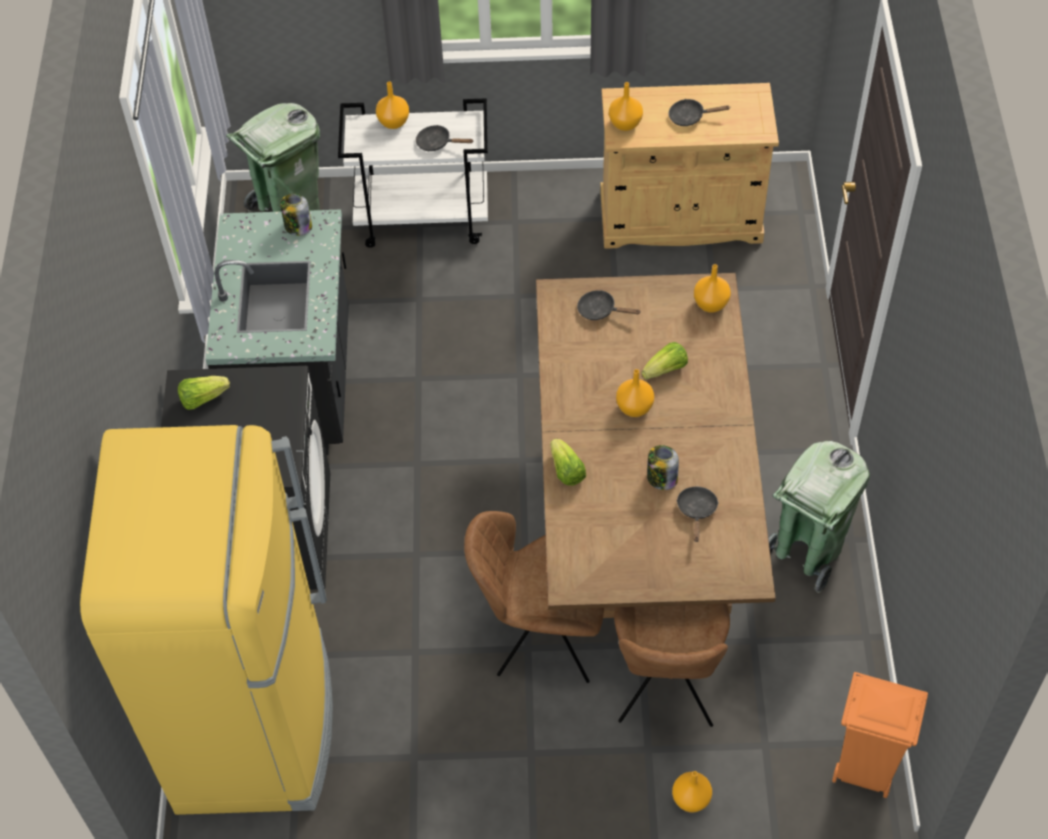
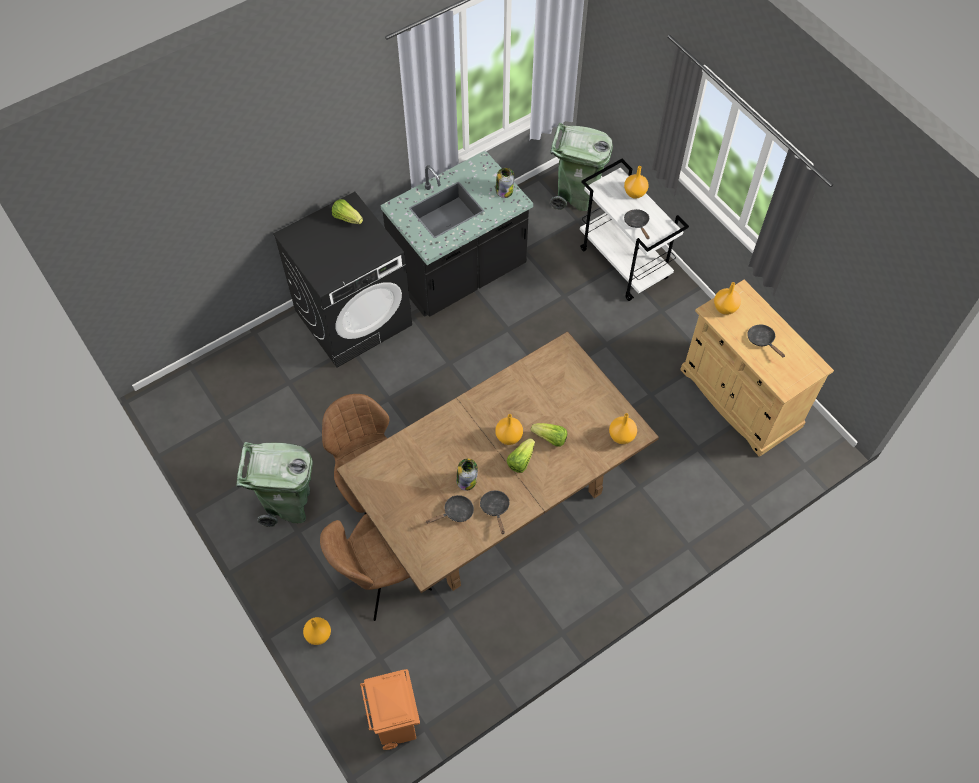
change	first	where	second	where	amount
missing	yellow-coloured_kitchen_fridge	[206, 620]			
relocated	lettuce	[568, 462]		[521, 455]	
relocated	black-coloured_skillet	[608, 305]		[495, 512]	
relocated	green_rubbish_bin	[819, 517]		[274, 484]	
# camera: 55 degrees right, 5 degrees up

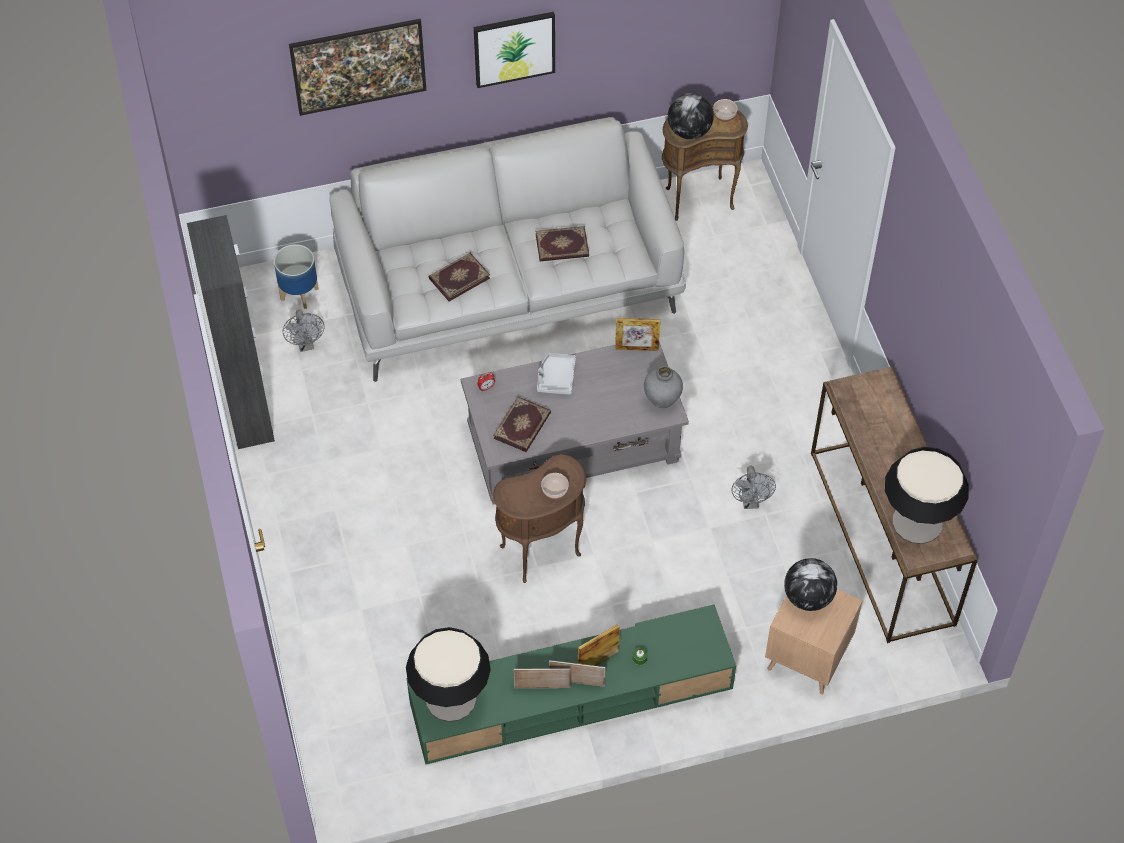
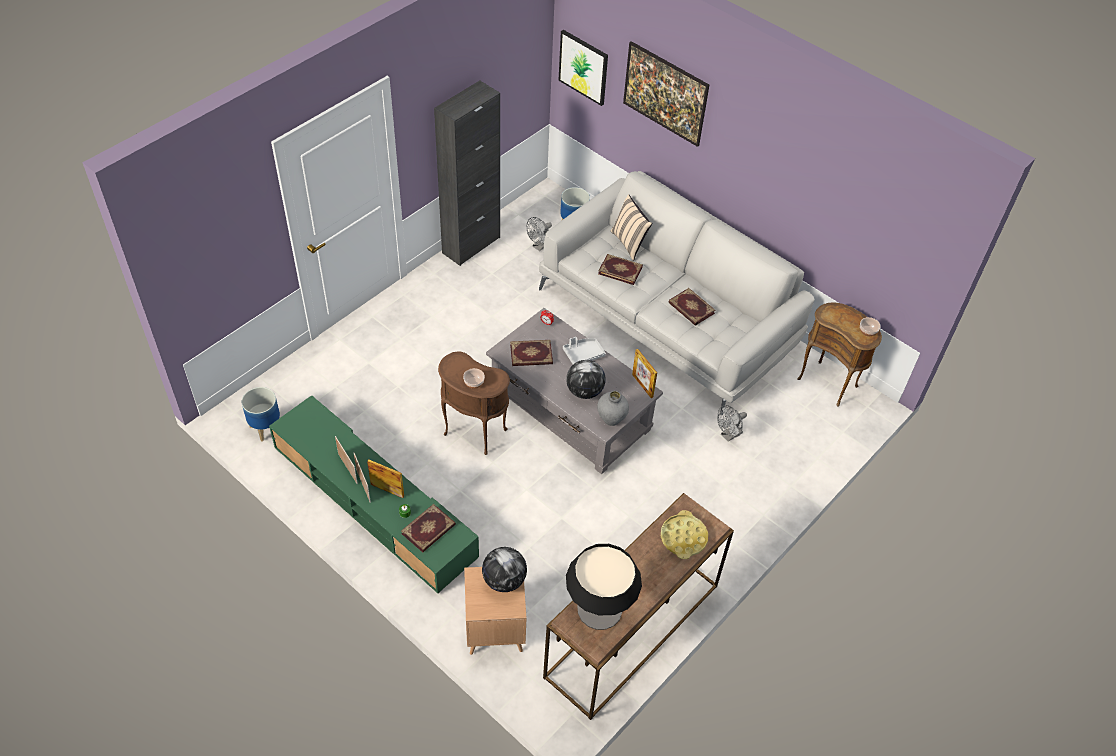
change	first	where	second	where	amount
missing	lamp_for_a_table	[448, 674]			
appeared			flower_pot	[260, 414]	
appeared			book	[428, 528]	
appeared			sand-coloured_pillow	[631, 227]	
appeared			yellow-coloured_carrying_tray	[684, 534]	
relocated	wall_art	[514, 50]		[583, 68]	
relocated	globe	[691, 116]		[586, 379]	
relocated	greyish_fan	[753, 487]		[732, 423]	
# camera: 55 degrees right, 5 degrees down

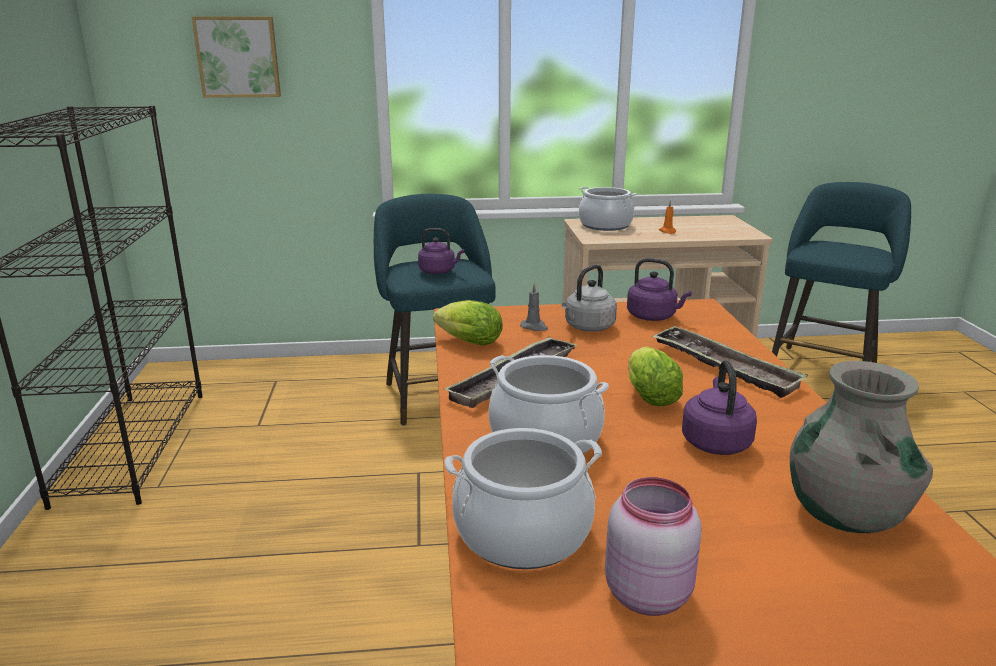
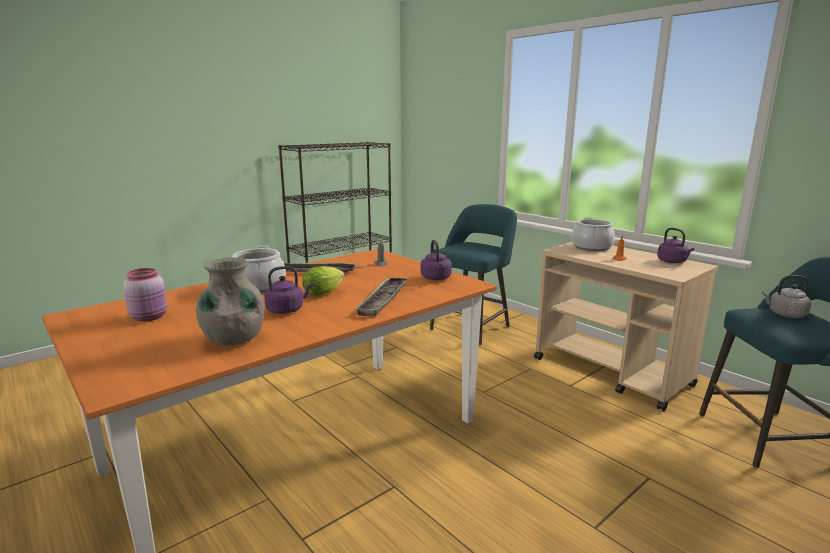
change	first	where	second	where	amount
missing	wall_art	[236, 57]			
missing	lettuce	[468, 323]			
missing	saucepot	[523, 498]			
relocated	purplish_water_kettle	[441, 251]		[675, 245]	
relocated	greyish_water_kettle	[589, 298]		[787, 296]	
# camera: 55 degrees right, 5 degrees down

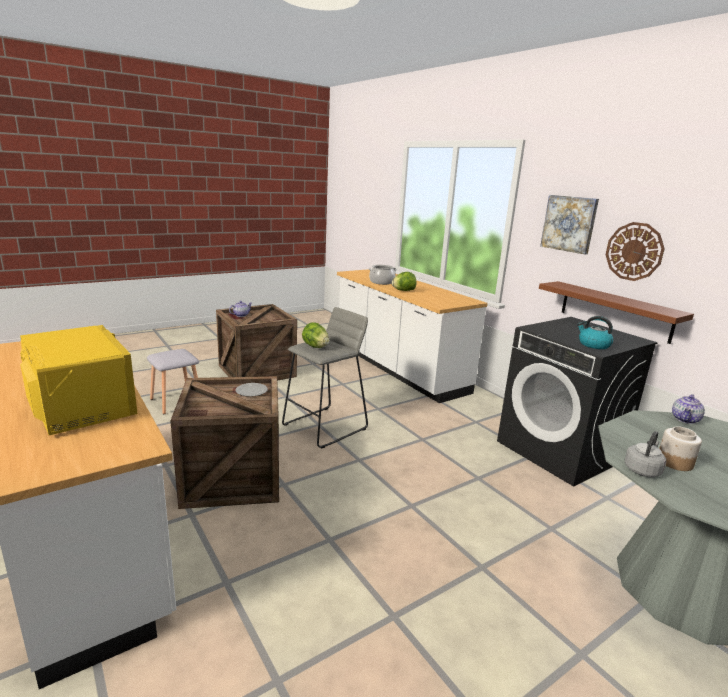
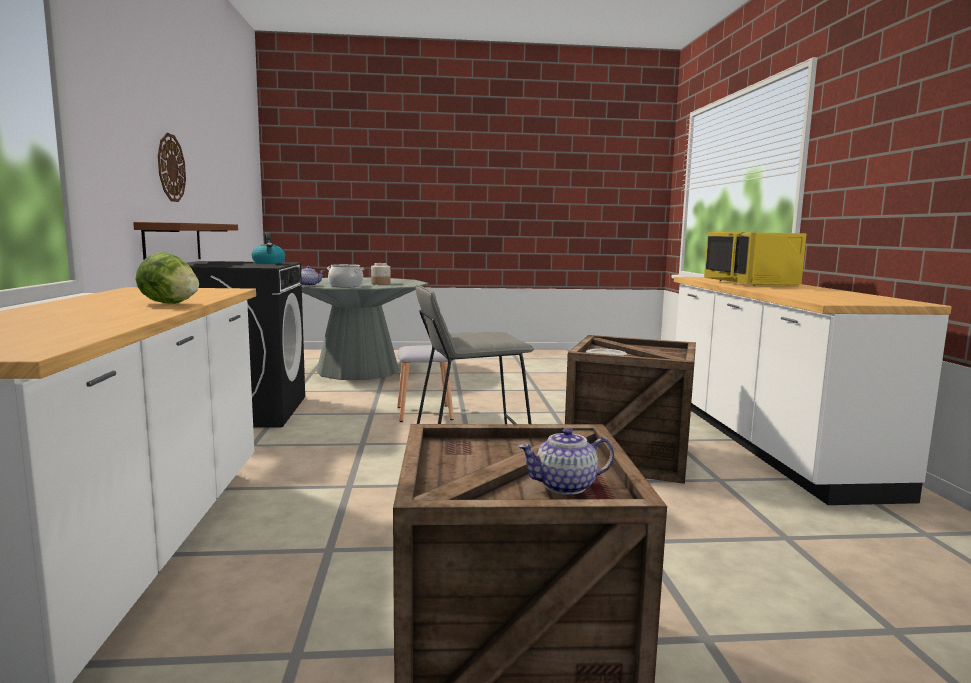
change	first	where	second	where	amount
missing	lettuce	[315, 335]			
missing	wall_art	[569, 224]			
missing	greyish_water_kettle	[645, 454]			
relocated	greyish_stool	[173, 382]		[425, 383]	
relocated	saucepot	[383, 275]		[345, 275]	
# camera: 150 degrees left, 10 degrees down

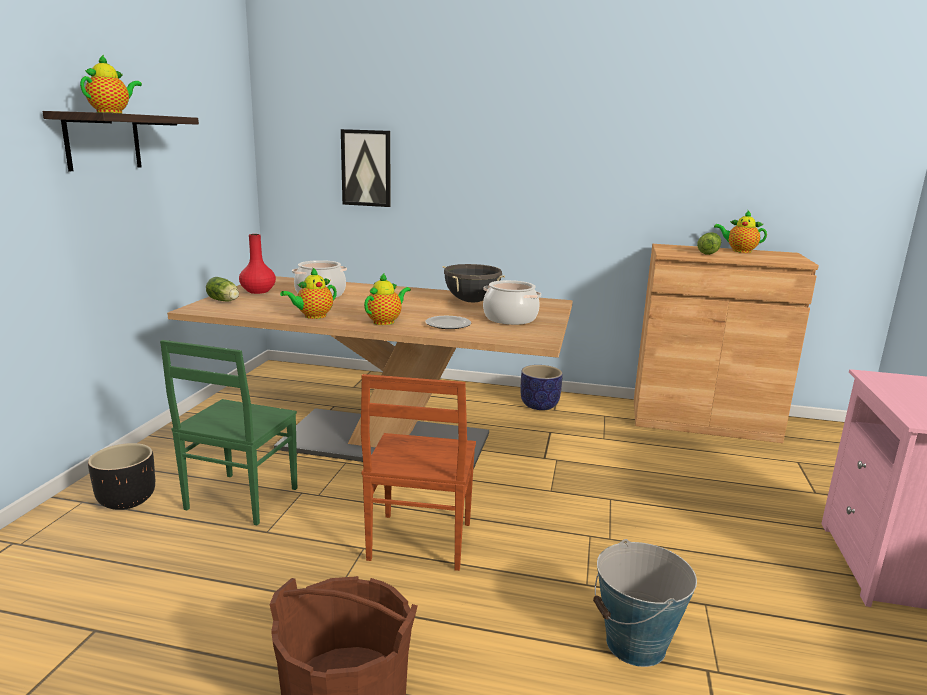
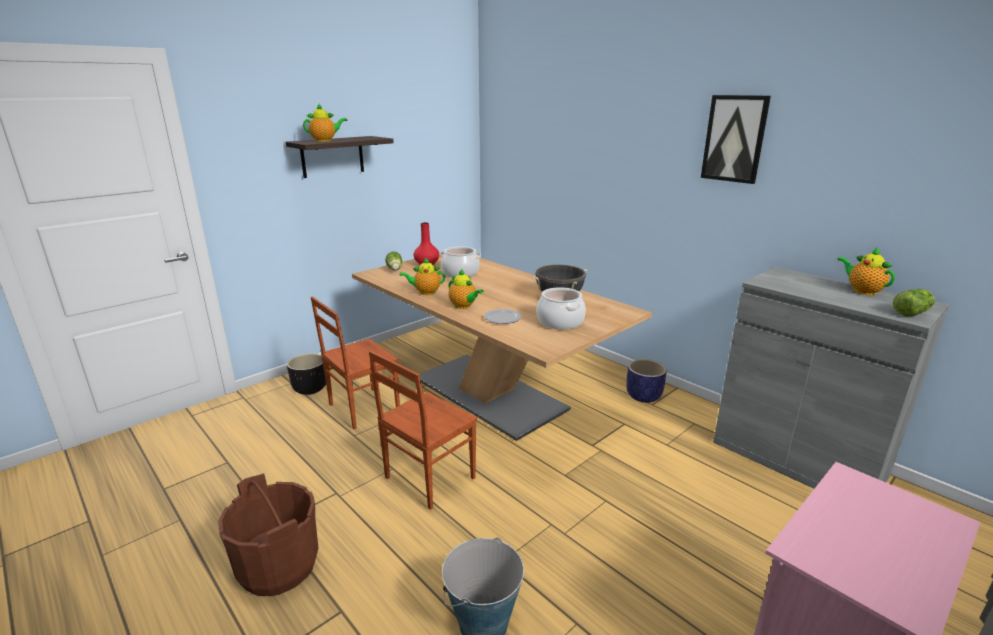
change	first	where	second	where	amount
relocated	wall_art	[365, 168]		[736, 139]	
relocated	lettuce	[709, 243]		[914, 302]	
colour	green_chair	[228, 433]	brownish_chair	[355, 362]	
colour	brownish_cabinet	[726, 343]	greyish_cabinet	[831, 378]	
spun	tea_pot	[387, 298]		[466, 289]	60 degrees clockwise
# camera: 35 degrees right, 5 degrees up

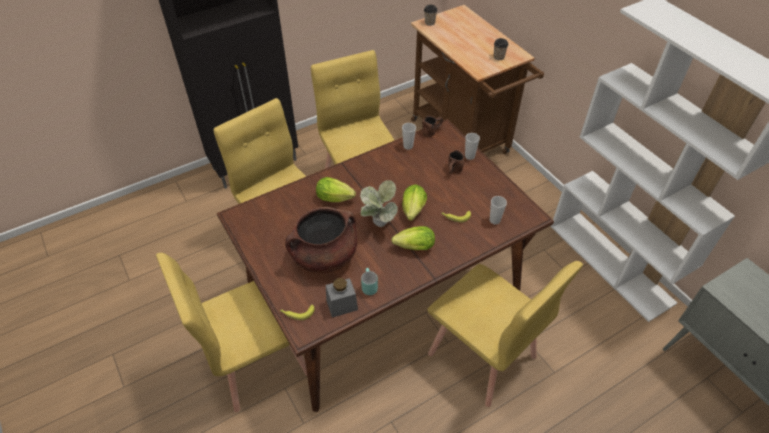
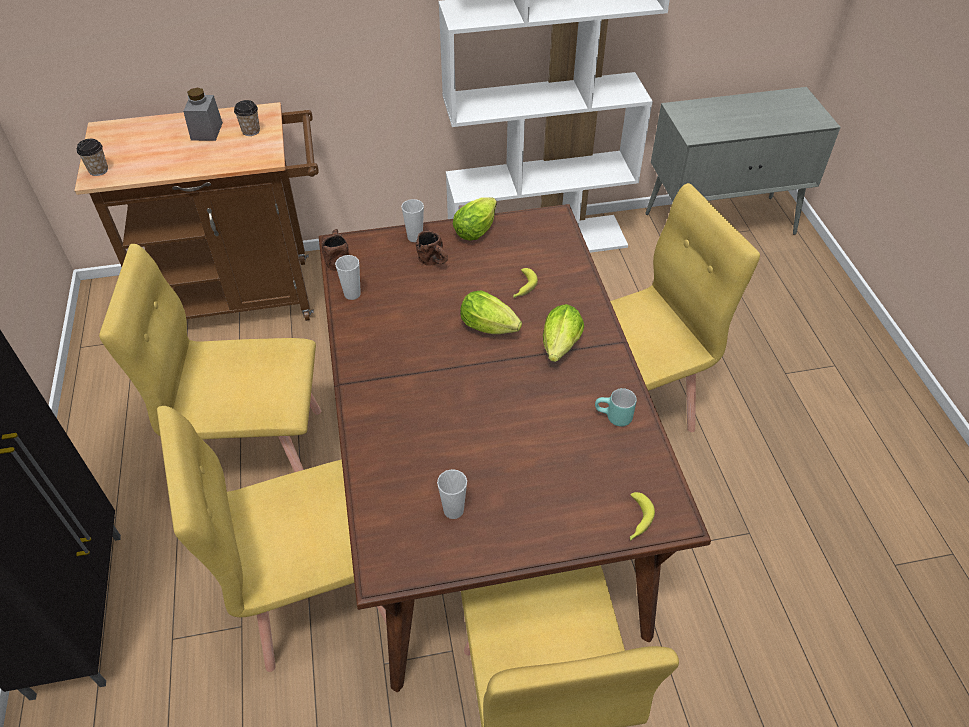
change	first	where	second	where	amount
missing	brownish_saucepot	[321, 240]			
missing	plant_in_a_pot	[379, 203]			
relocated	lettuce	[336, 189]		[475, 218]	
relocated	greyish_preserve_jar	[342, 298]		[203, 114]	
relocated	cup	[498, 210]		[452, 494]	
# camera: 70 degrees left, 0 degrees up

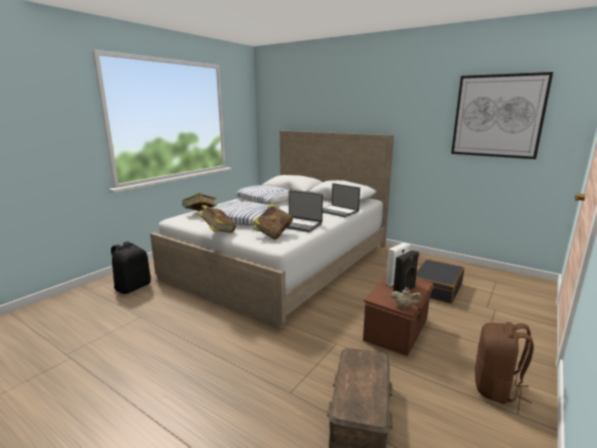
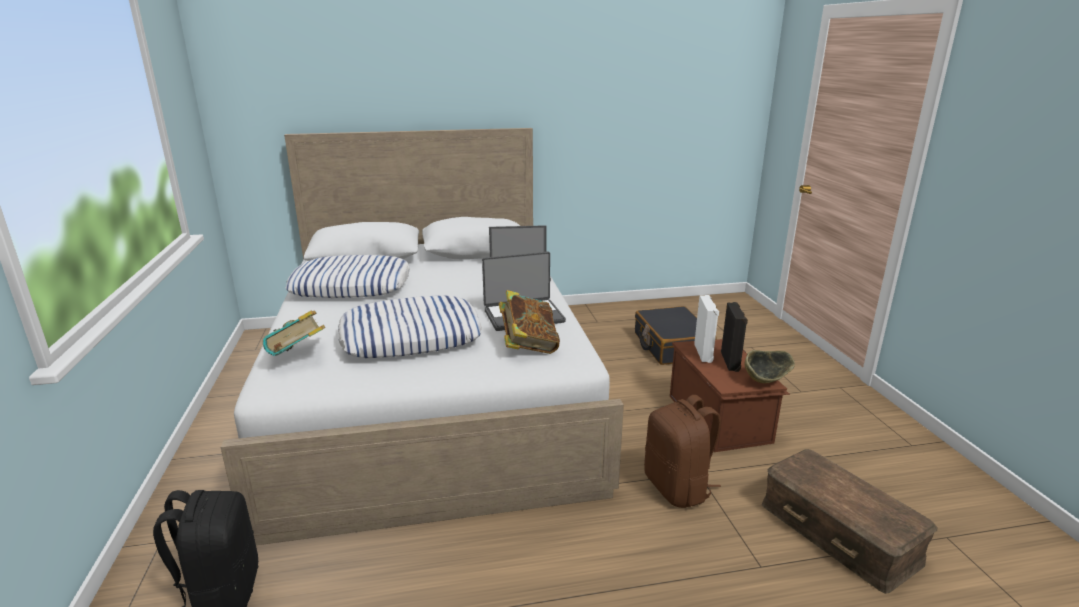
change	first	where	second	where	amount
missing	book	[216, 219]			
missing	wall_art	[502, 115]			
relocated	brownish_rucksack	[504, 363]		[682, 451]	
exchanged	sand-coloured_tea_pot	[406, 297]	deep_dish	[770, 366]	
# camera: 45 degrees left, 5 degrees up

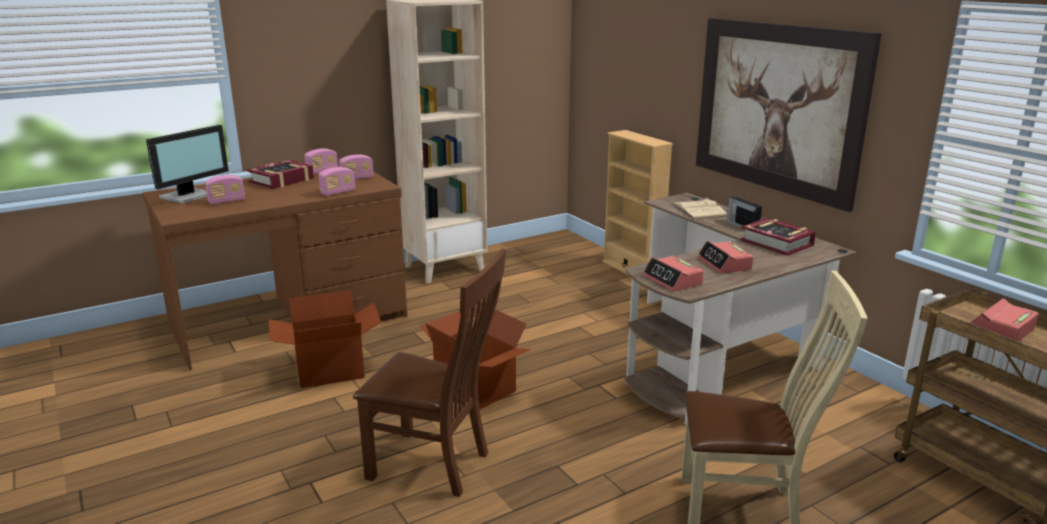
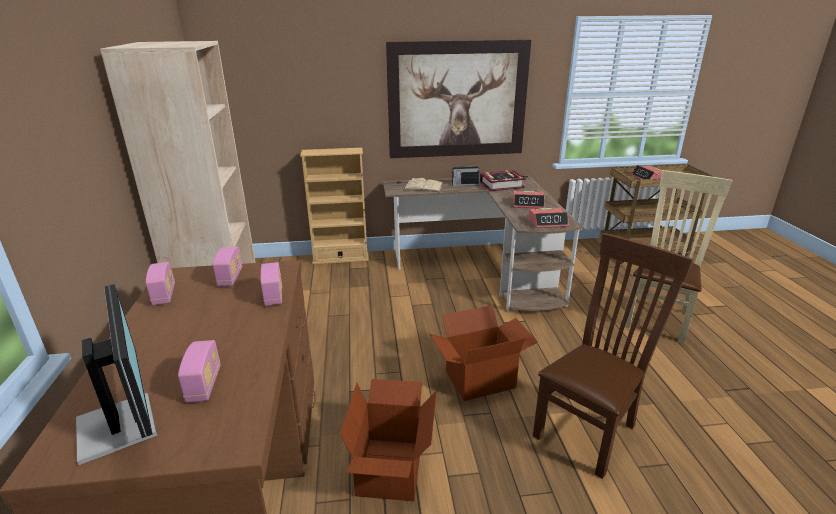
change	first	where	second	where	amount
missing	book	[280, 174]			
# camera: 65 degrees left, 5 degrees up

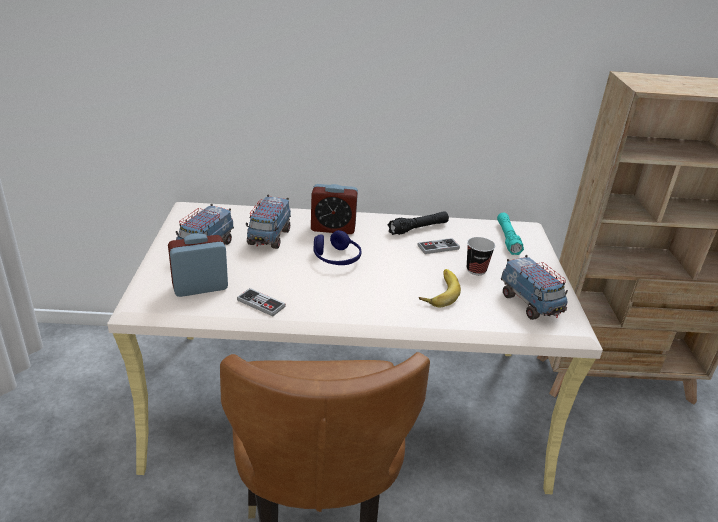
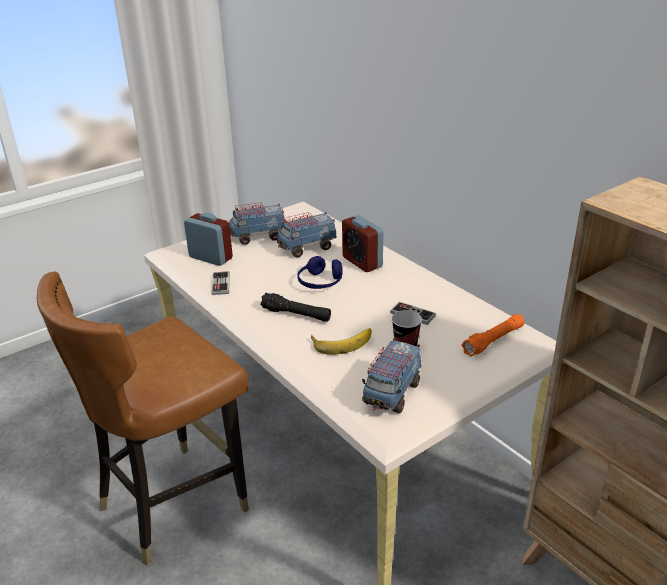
change	first	where	second	where	amount
relocated	black-coloured_flashlight	[418, 223]		[295, 307]	
colour	turquoise_flashlight	[510, 234]	orangey_flashlight	[493, 335]	
# camera: 55 degrees right, 0 degrees up

